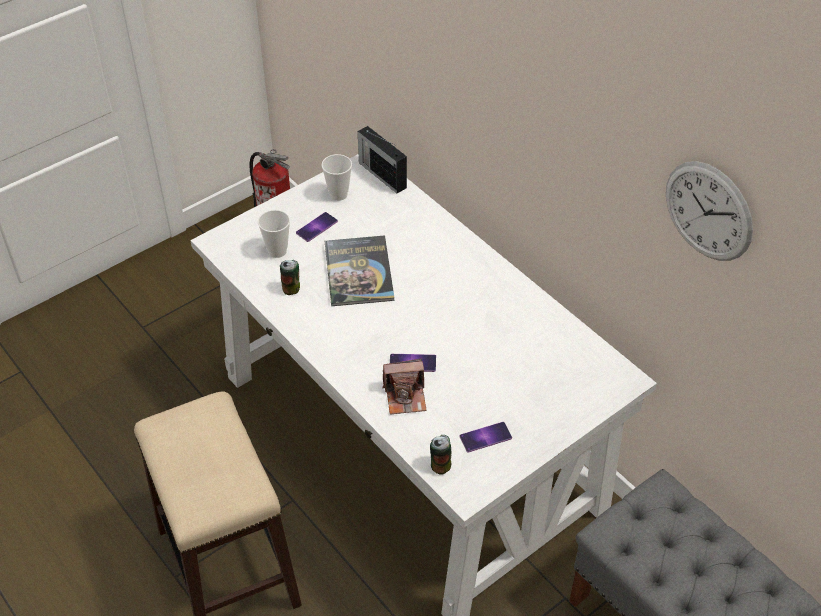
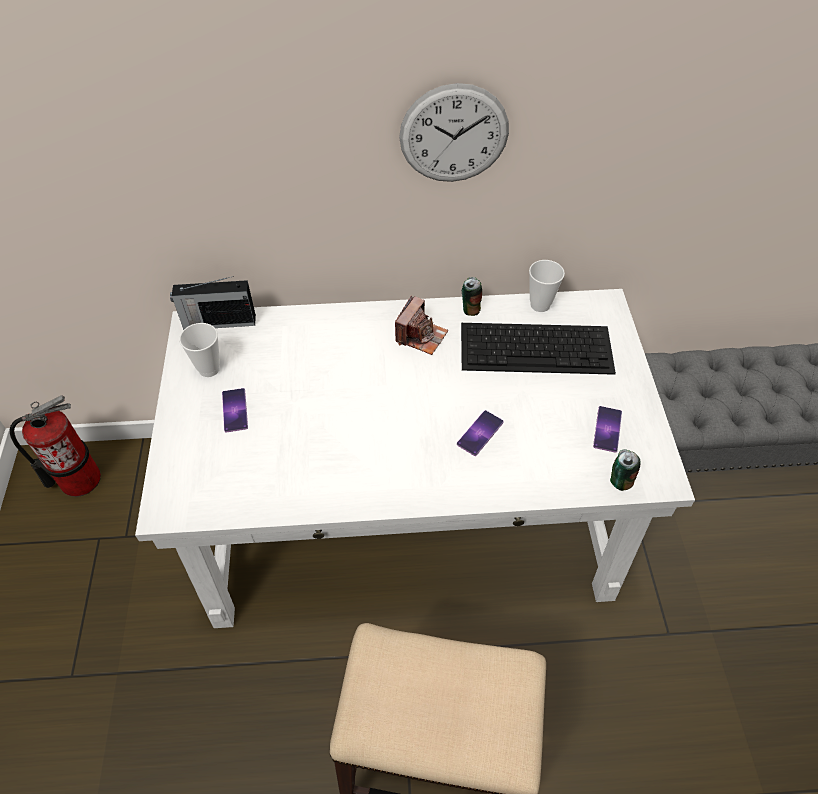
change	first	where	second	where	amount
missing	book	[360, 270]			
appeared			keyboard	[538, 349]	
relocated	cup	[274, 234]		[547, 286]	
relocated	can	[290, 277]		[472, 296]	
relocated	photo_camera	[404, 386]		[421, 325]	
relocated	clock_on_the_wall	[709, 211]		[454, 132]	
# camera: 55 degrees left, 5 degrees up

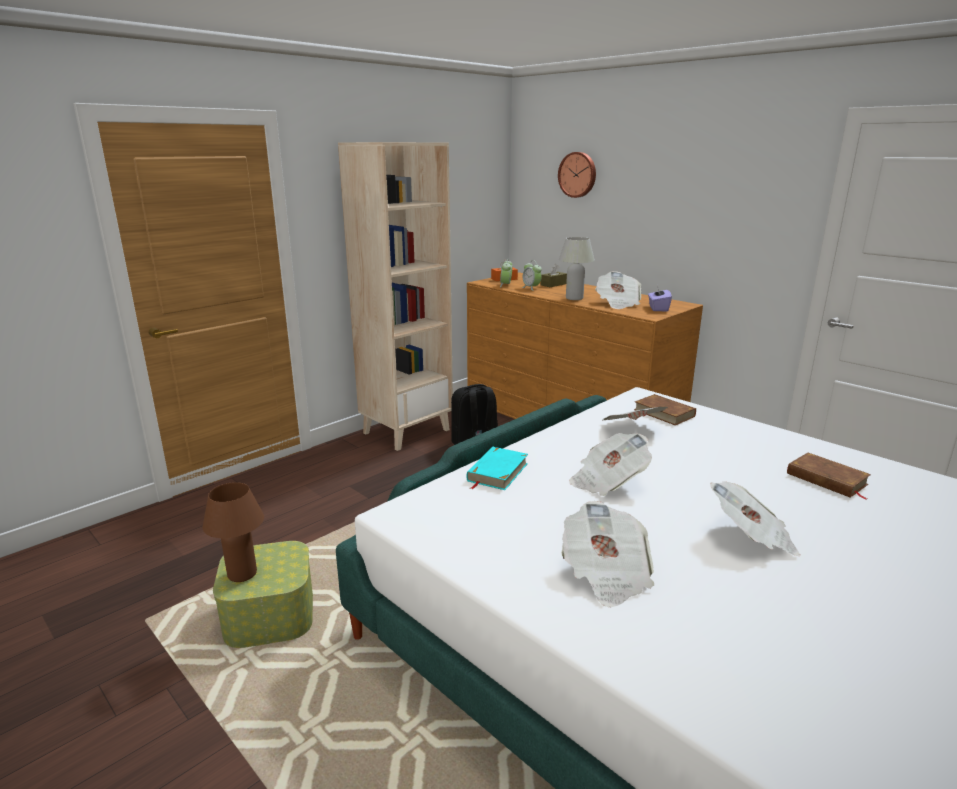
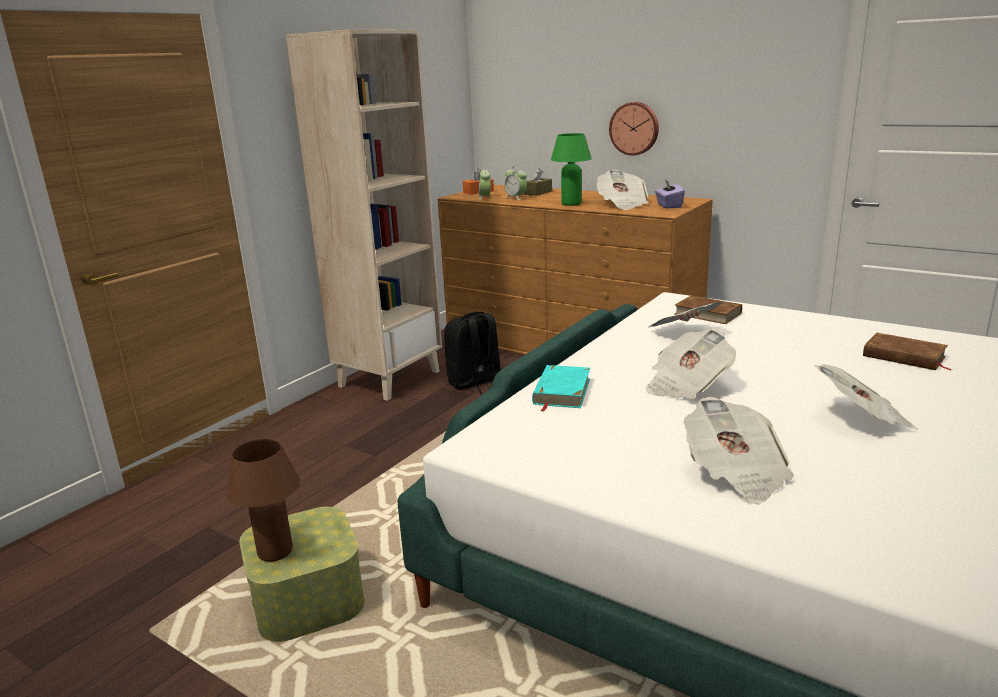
change	first	where	second	where	amount
relocated	clock_on_the_wall	[577, 175]		[634, 129]	
colour	white_lamp_for_a_table	[577, 268]	green_lamp_for_a_table	[571, 169]	
# camera: 10 degrees left, 0 degrees up

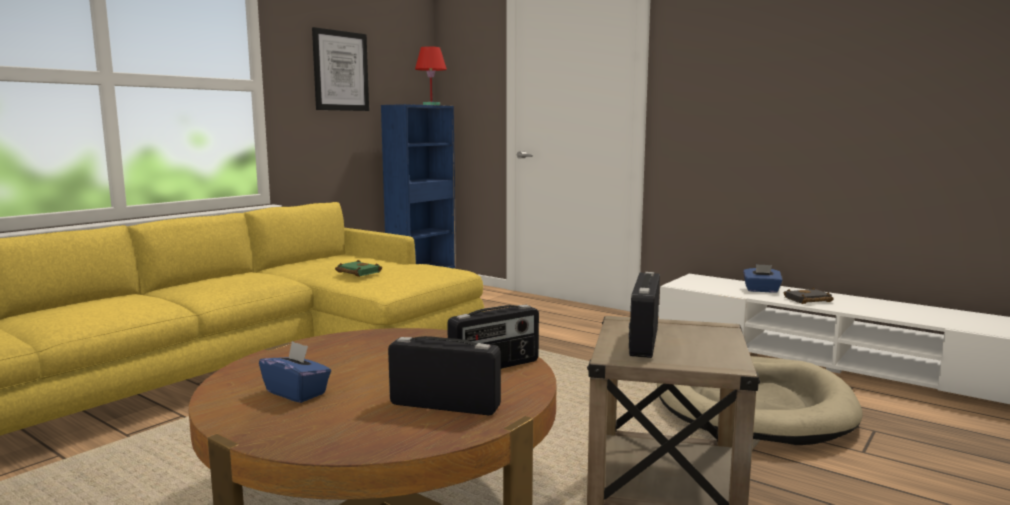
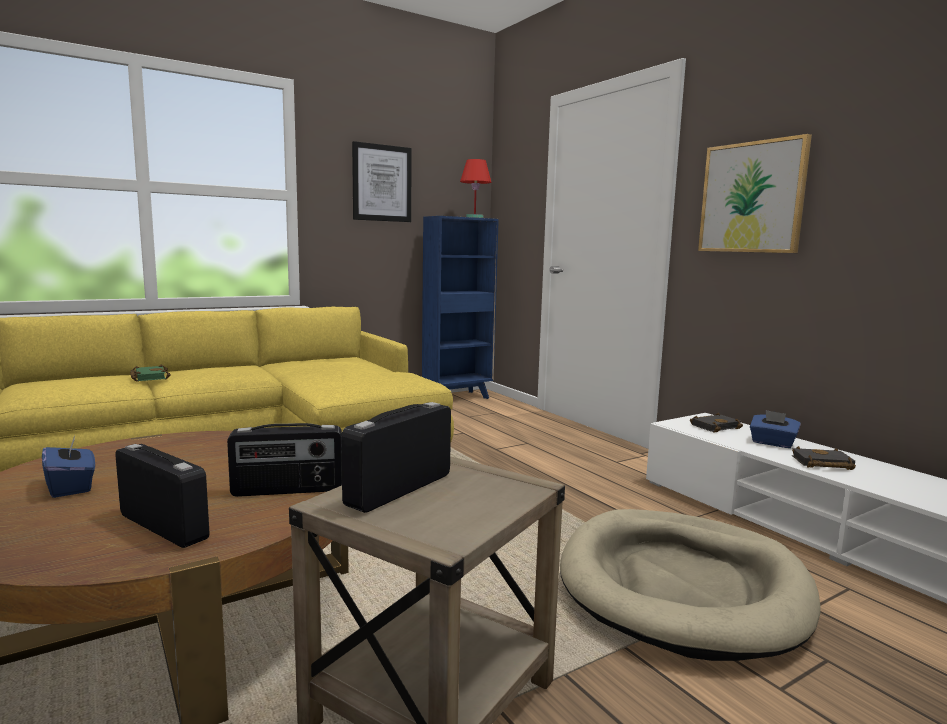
change	first	where	second	where	amount
appeared			black-coloured_book	[716, 423]	
appeared			wall_art	[755, 193]	
relocated	green_book	[358, 268]		[150, 373]	
# camera: 20 degrees right, 0 degrees up

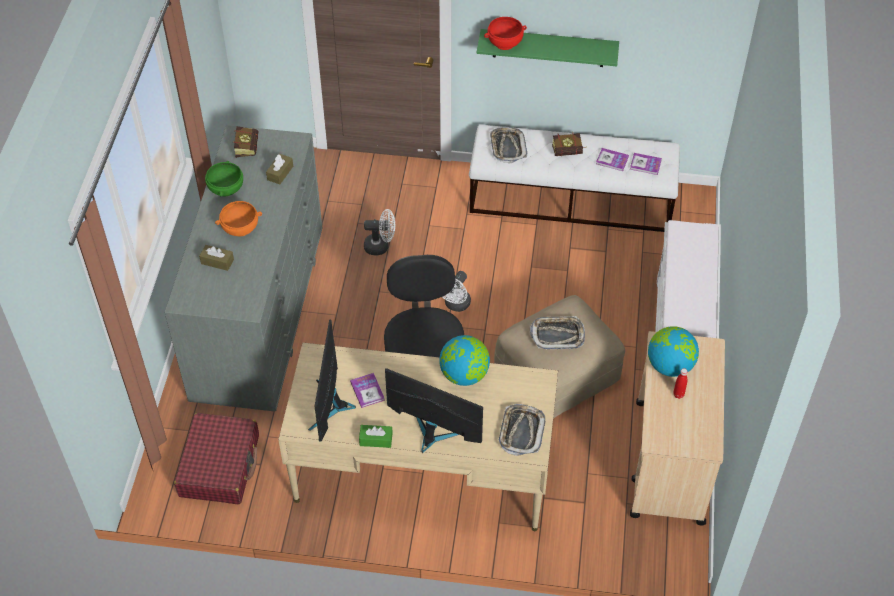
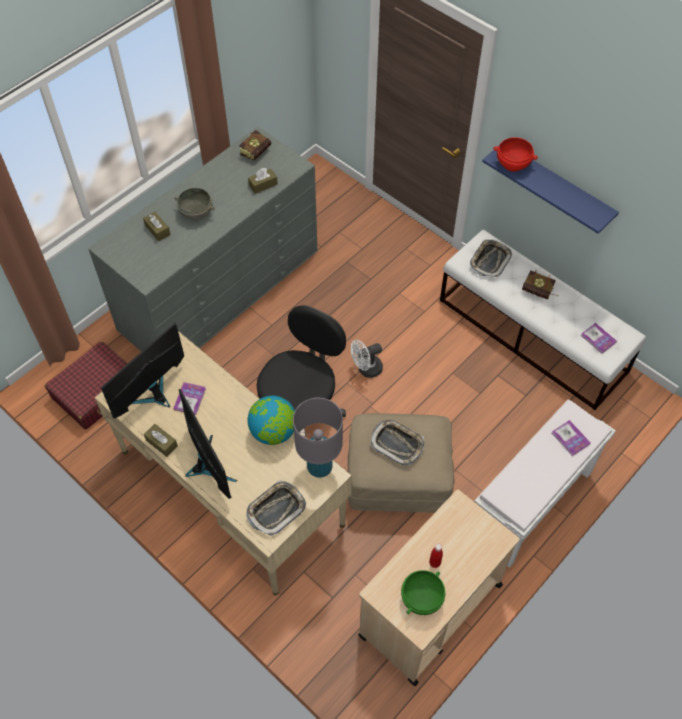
change	first	where	second	where	amount
missing	white_fan	[379, 232]			
missing	globe	[673, 351]			
appeared			greyish_lamp_for_a_table	[318, 438]	
relocated	green_deep_dish	[224, 178]		[423, 592]	
relocated	book	[612, 159]		[571, 438]	
colour	orangey_deep_dish	[238, 218]	greyish_deep_dish	[195, 204]	
colour	green_tissue_box	[376, 436]	brownish_tissue_box	[161, 440]	
colour	green_wall_shelf	[548, 48]	blue-coloured_wall_shelf	[550, 190]	
# camera: 35 degrees right, 5 degrees up

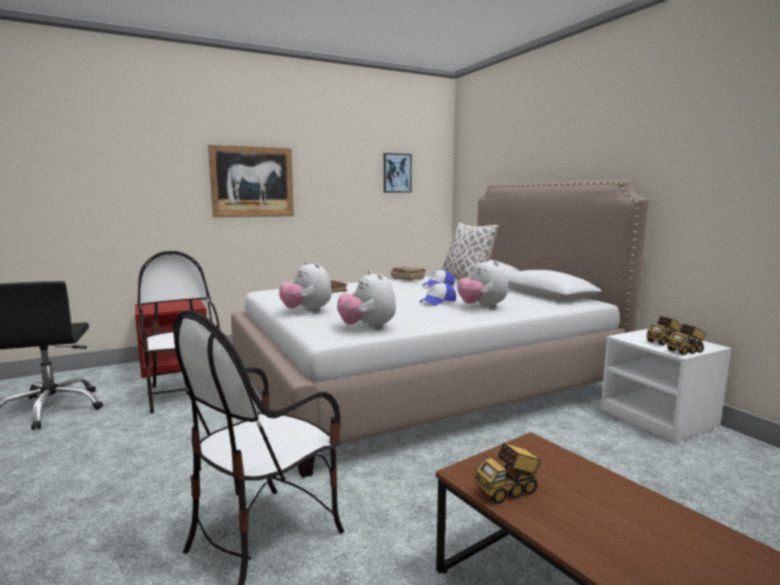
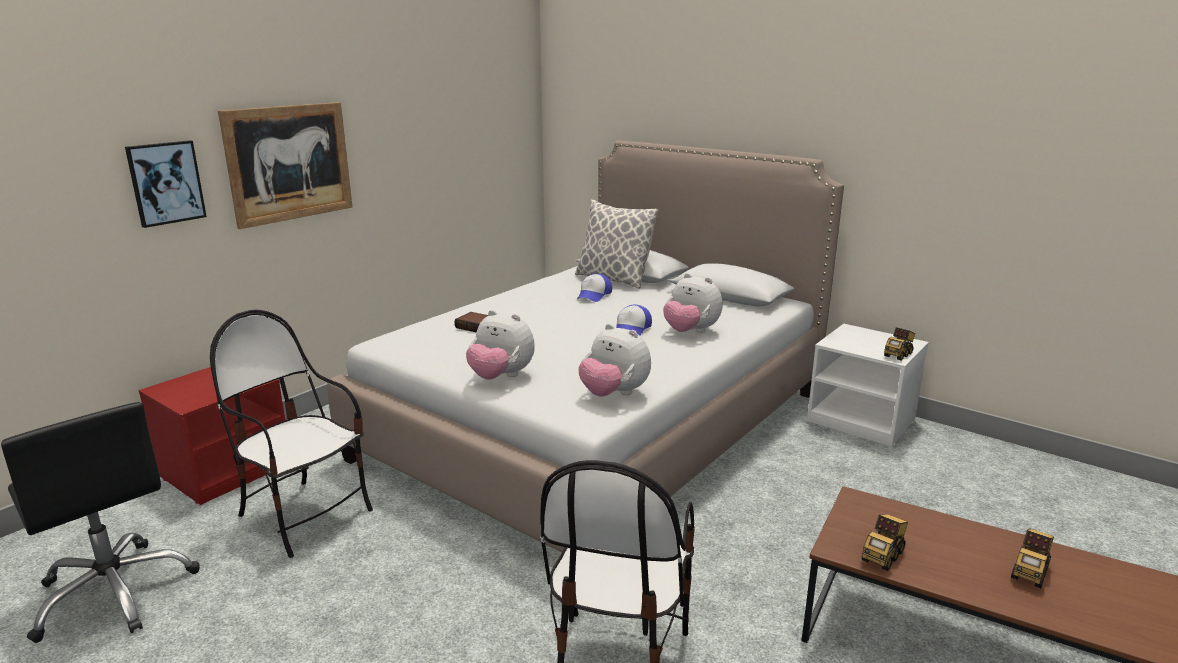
change	first	where	second	where	amount
missing	brownish_book	[408, 273]			
relocated	wall_art	[398, 173]		[166, 184]	
relocated	toy_truck	[663, 331]		[1032, 558]	
# camera: 25 degrees left, 10 degrees up

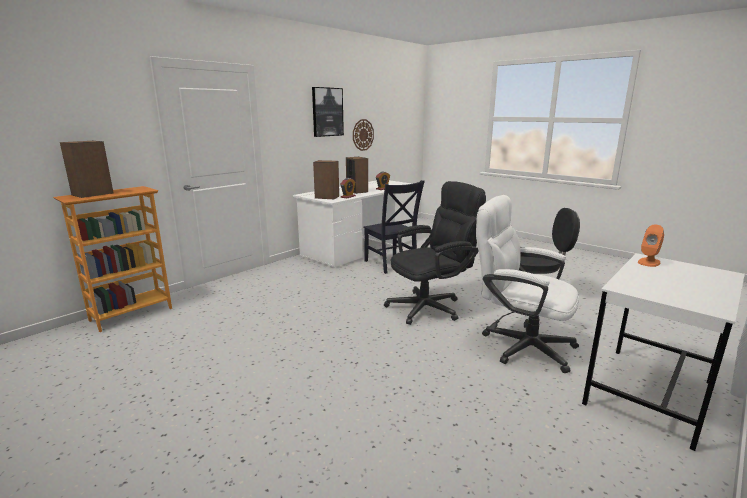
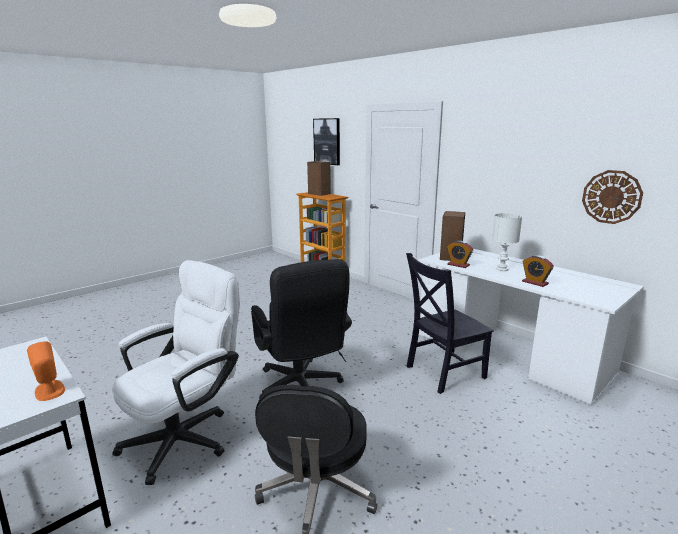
change	first	where	second	where	amount
relocated	wall_art	[328, 112]		[326, 141]	
exchanged	speaker	[357, 175]	white_lamp_for_a_table	[507, 242]	
# camera: 95 degrees right, 0 degrees up

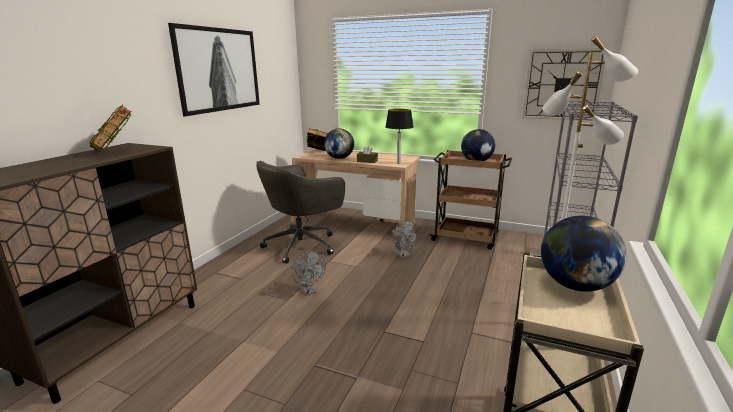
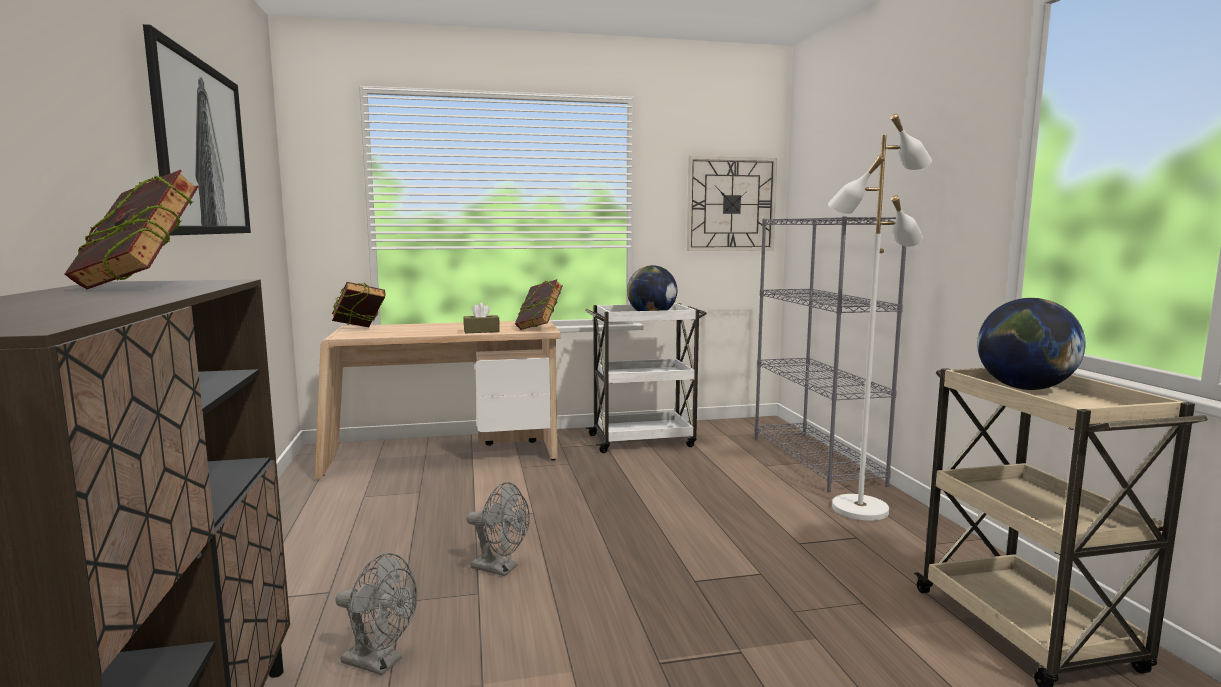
change	first	where	second	where	amount
missing	greyish_computer_chair	[300, 212]			
missing	globe	[339, 143]			
relocated	greyish_fan	[404, 239]		[376, 614]	
exchanged	lamp_for_a_table	[399, 136]	book	[539, 304]	
colour	brownish_trolley	[471, 200]	white_trolley	[646, 378]	
# camera: 35 degrees left, 10 degrees down

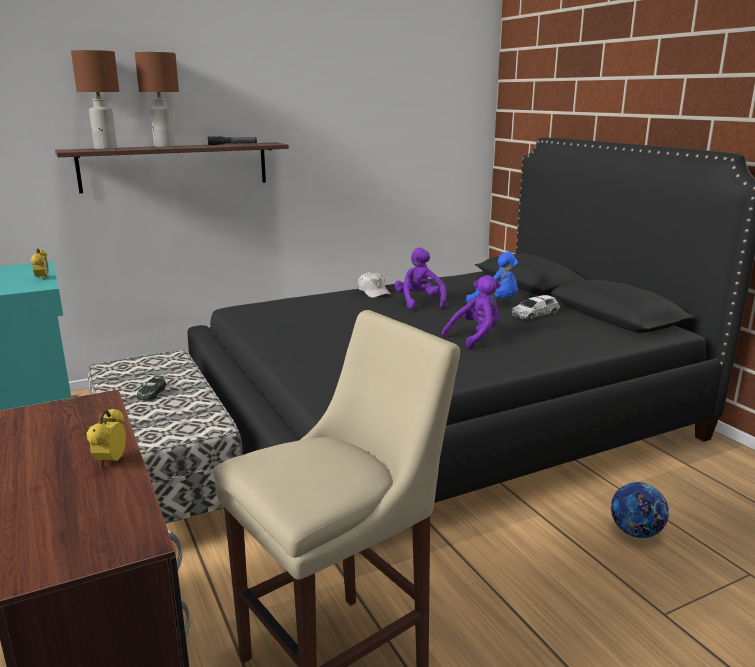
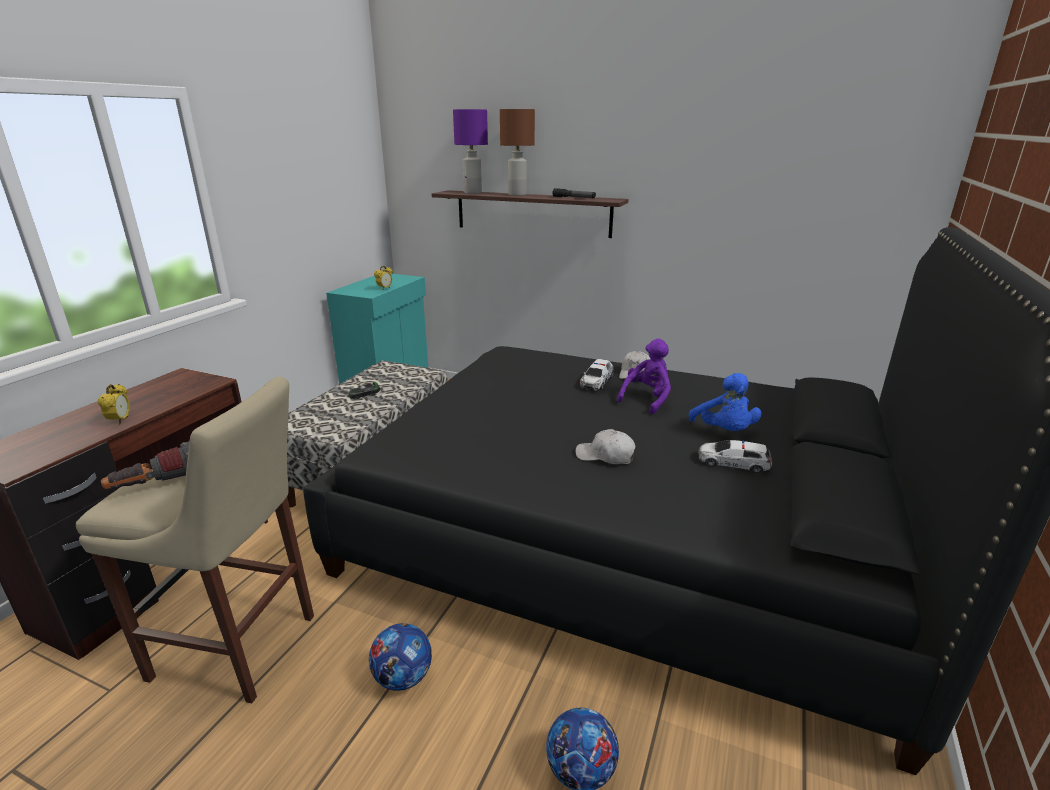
change	first	where	second	where	amount
appeared			flashlight	[145, 465]	
appeared			ball_for_football	[400, 657]	
appeared			miniature_car	[597, 374]	
exchanged	purplish_plush_toy	[471, 312]	white_baseball_cap	[605, 447]	
colour	brownish_lamp_for_a_table	[95, 100]	purplish_lamp_for_a_table	[470, 151]	
spun	table_clock	[106, 438]		[114, 404]	120 degrees clockwise
# camera: 50 degrees right, 5 degrees up

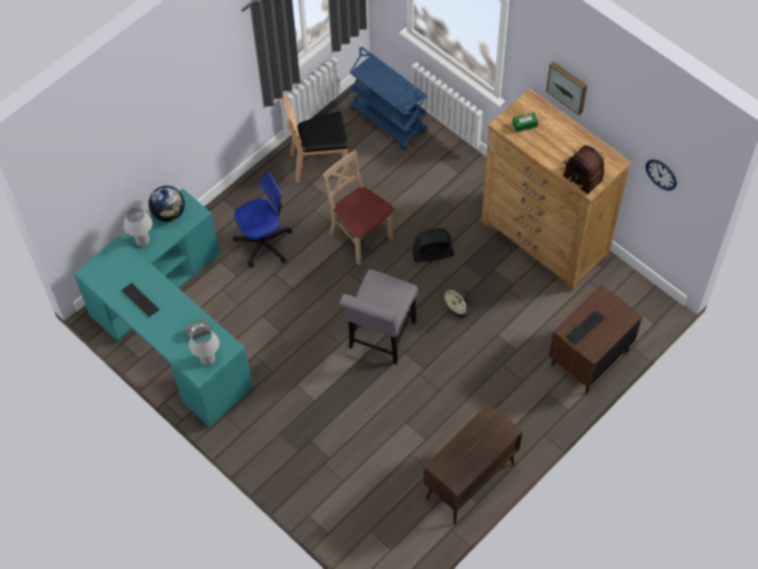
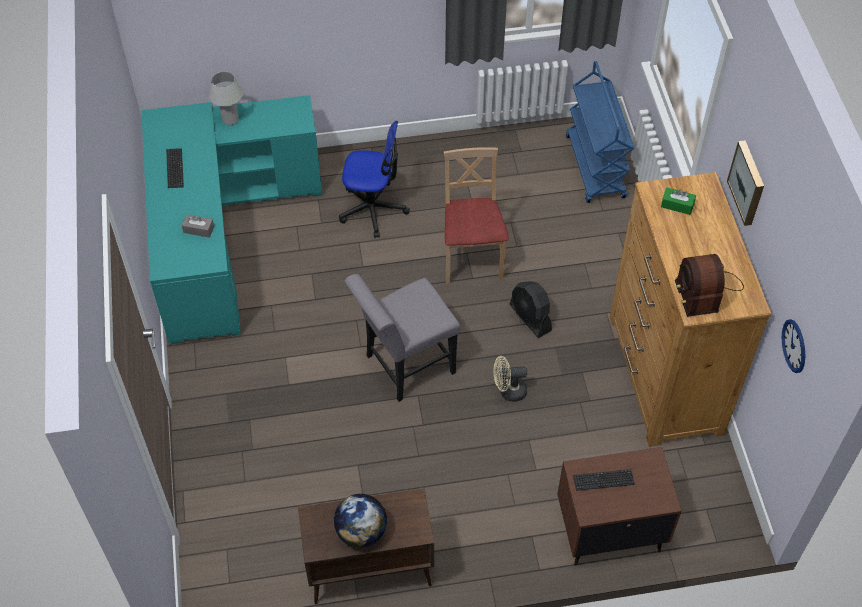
change	first	where	second	where	amount
missing	white_lamp_for_a_table	[204, 346]			
missing	brownish_chair	[315, 138]			
relocated	globe	[167, 204]		[360, 521]	
spun	black-coloured_fan	[433, 245]		[530, 309]	150 degrees counterclockwise
# camera: 35 degrees right, 5 degrees down

